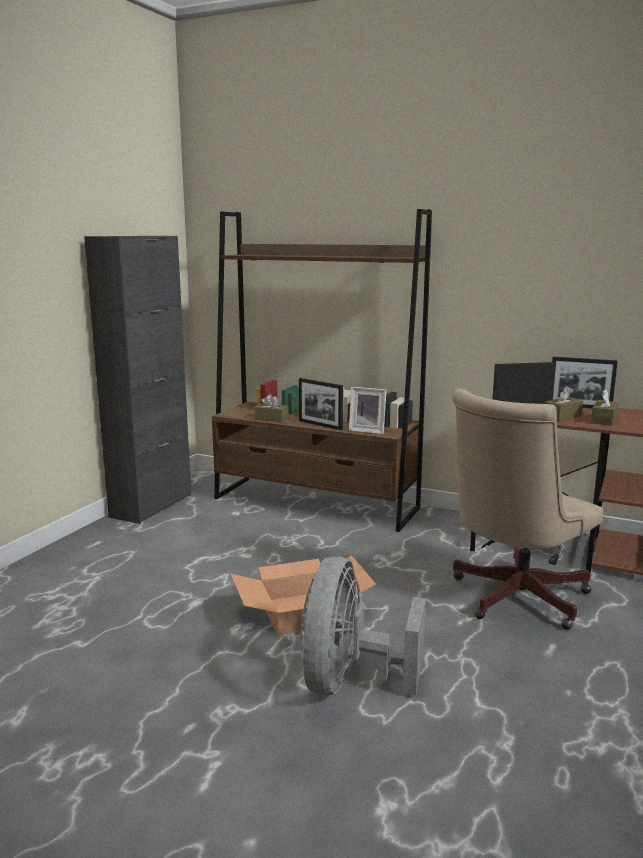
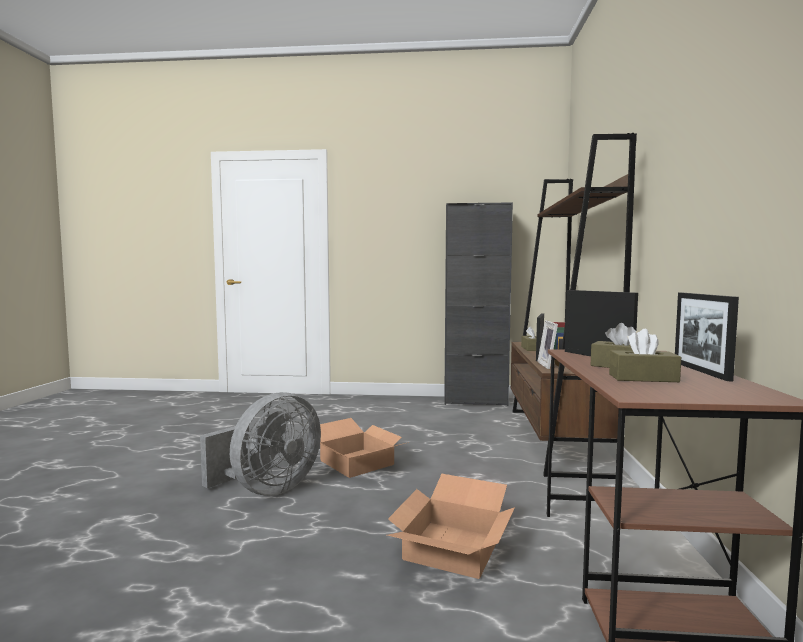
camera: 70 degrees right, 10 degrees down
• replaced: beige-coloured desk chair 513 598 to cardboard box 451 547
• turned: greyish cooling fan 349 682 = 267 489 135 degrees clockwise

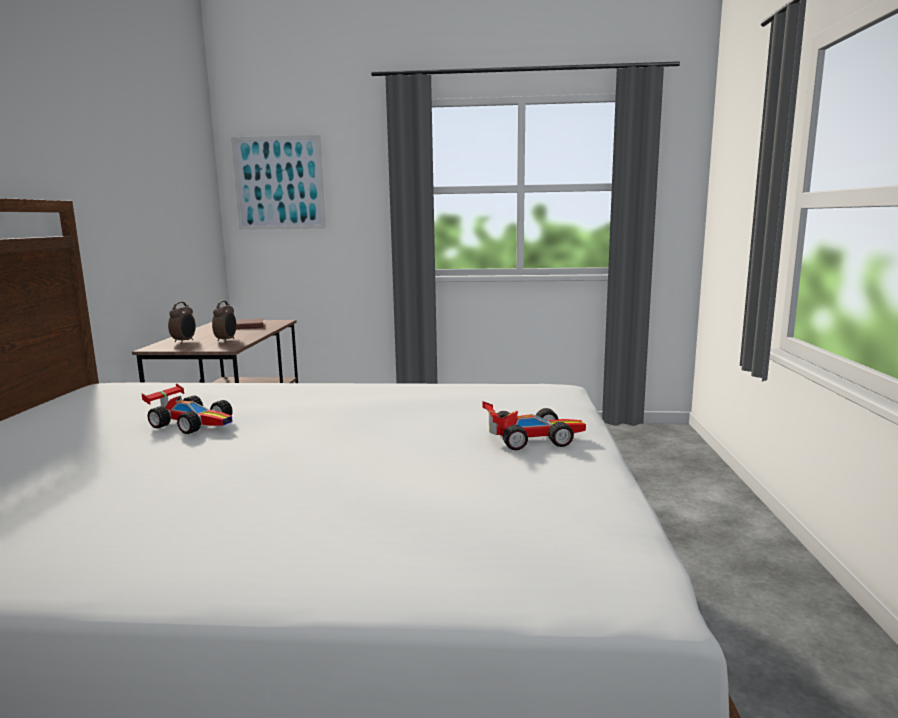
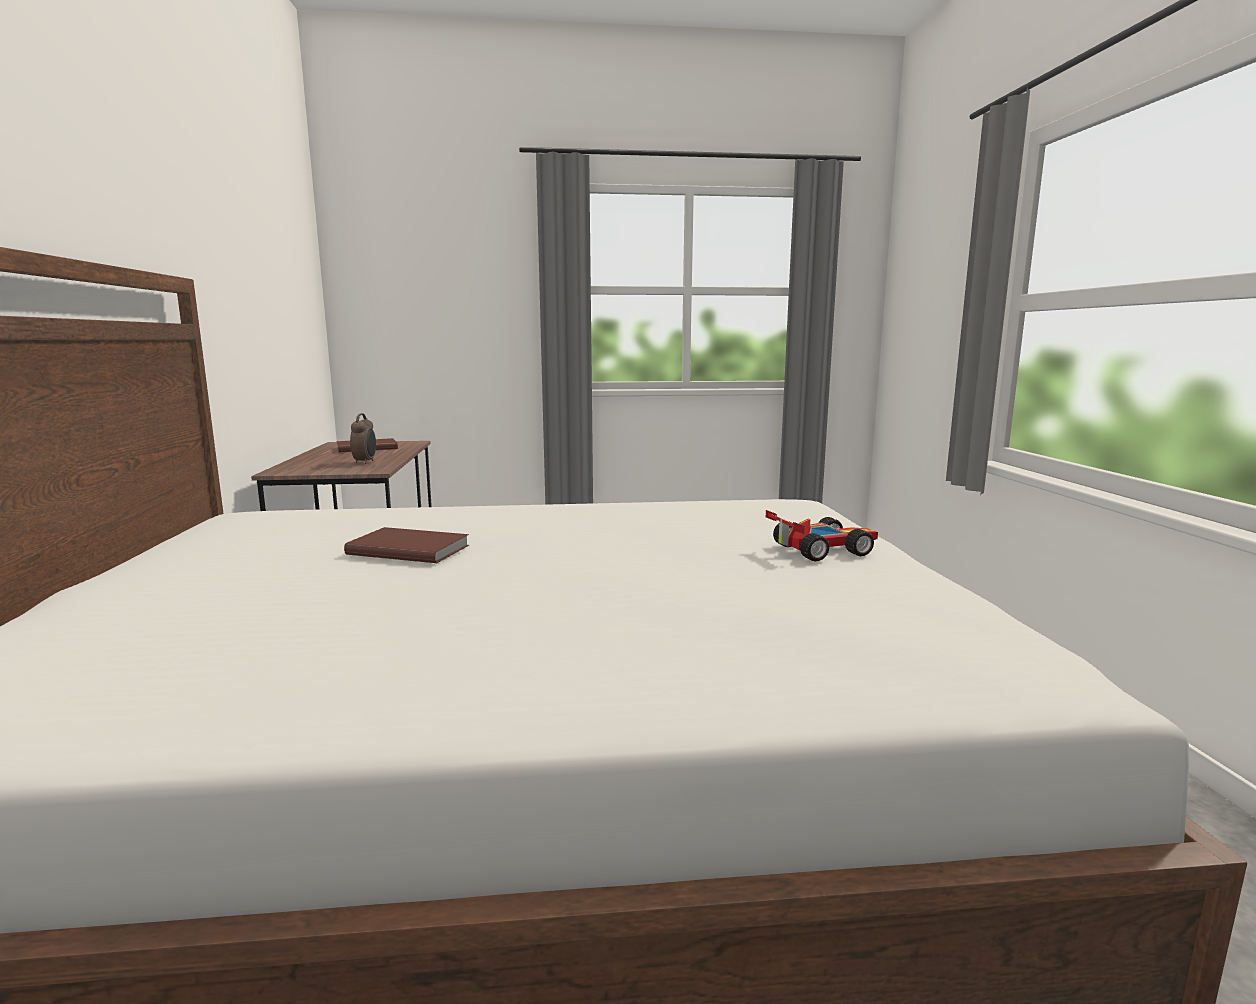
camera: 10 degrees left, 0 degrees up
• removed: table clock 184 341
• removed: picture 279 183
• replaced: toy car 193 423 to brownish book 408 549

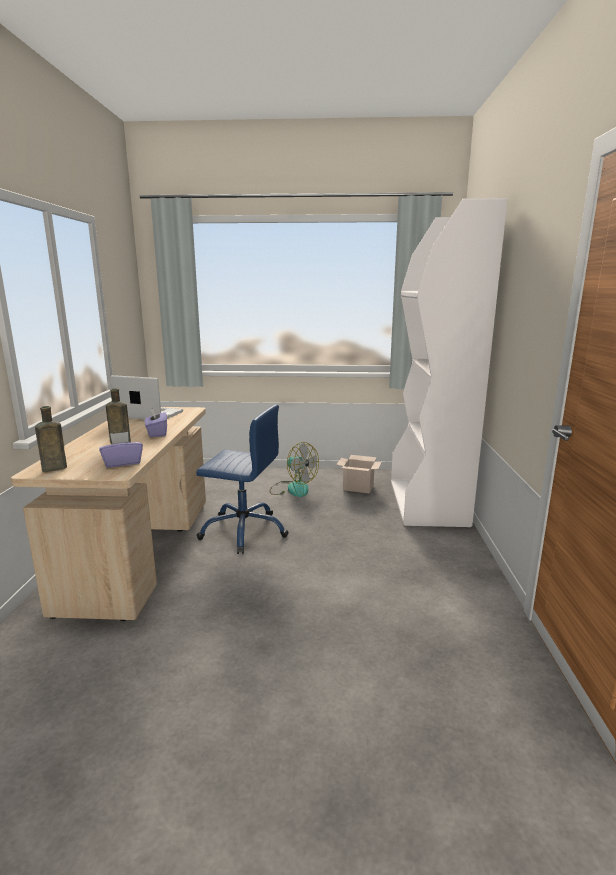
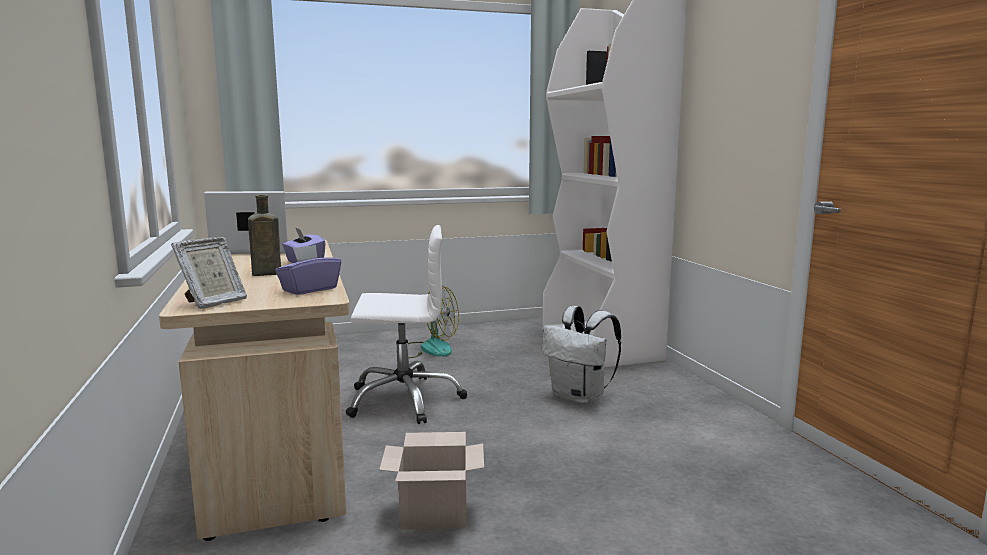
camera: 20 degrees left, 5 degrees down
• added: white-coloured backpack 580 397
• moved: cardboard box 359 487 to 436 512
• replaced: brownish beverage bottle 52 469 to photo frame 213 302
• recoloured: bluish desk chair 244 531 to white-coloured desk chair 404 399

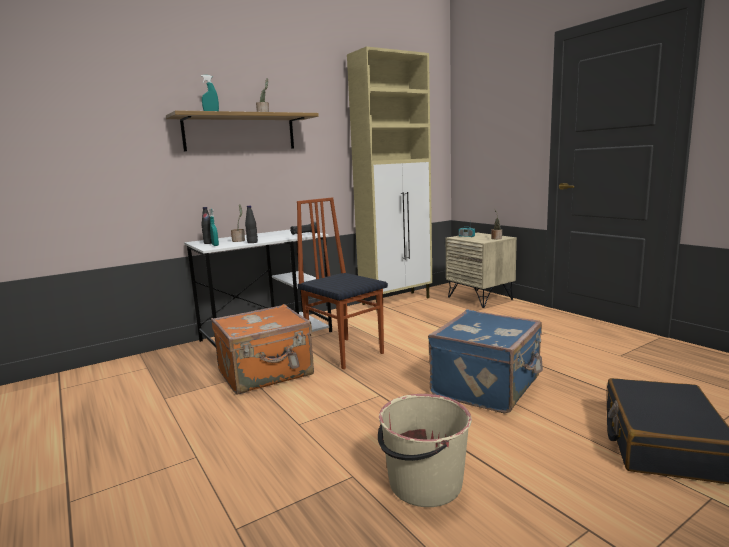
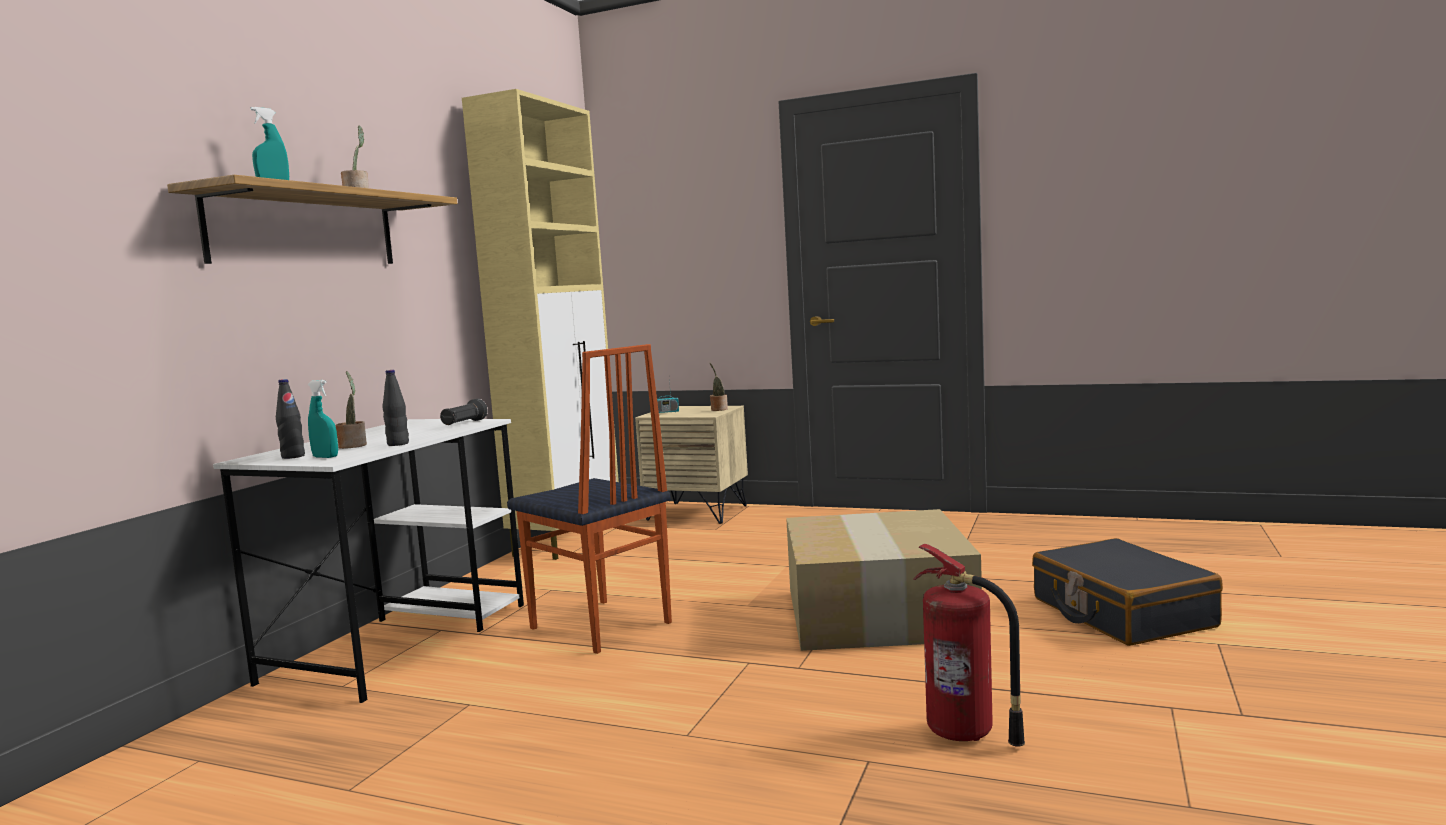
camera: 35 degrees left, 5 degrees down
• removed: orange suitcase 266 373
• replaced: beige-coloured water bucket 424 484 to fire extinguisher 964 733
• replaced: bluish suitcase 488 387 to cardboard box 874 612
• turned: plain chair 345 352 = 599 626 150 degrees counterclockwise

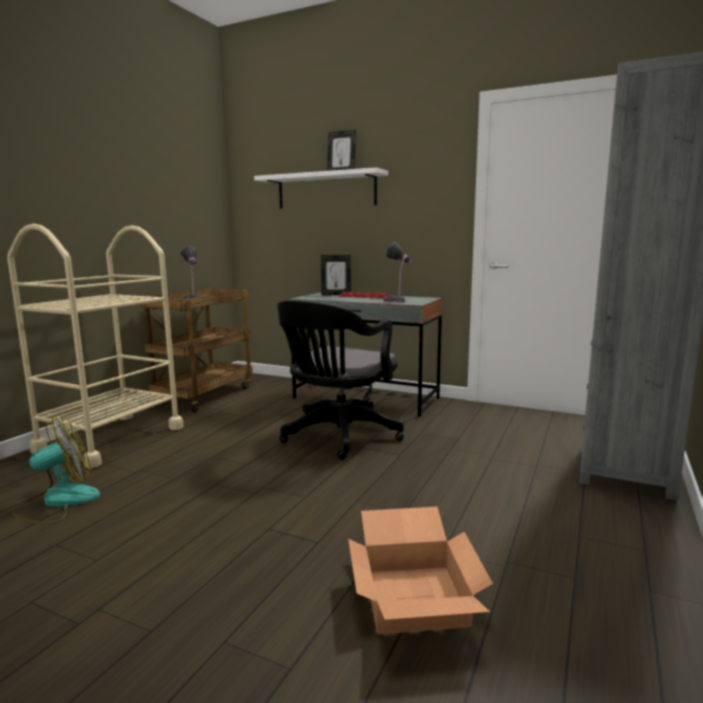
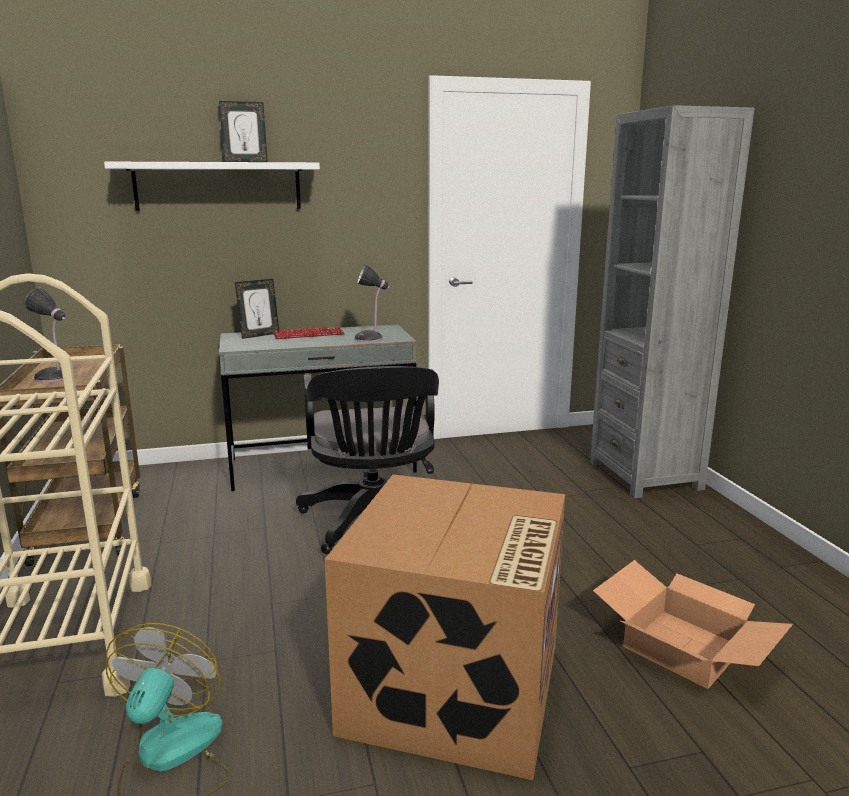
camera: 40 degrees left, 5 degrees up
• added: cardboard box 455 690

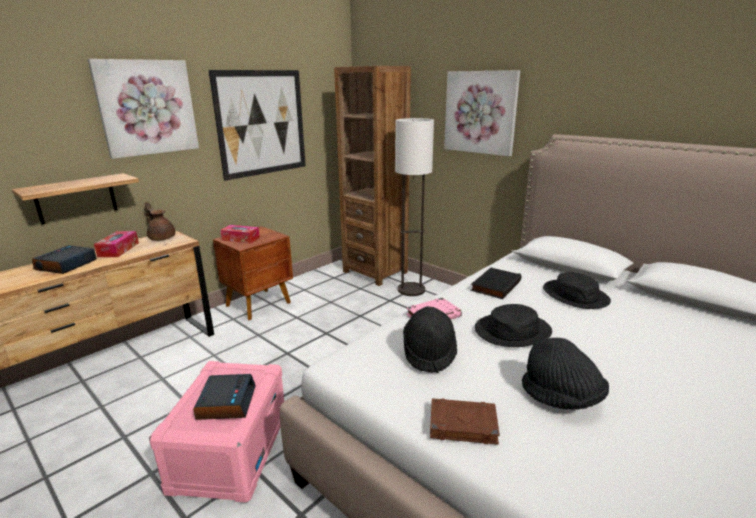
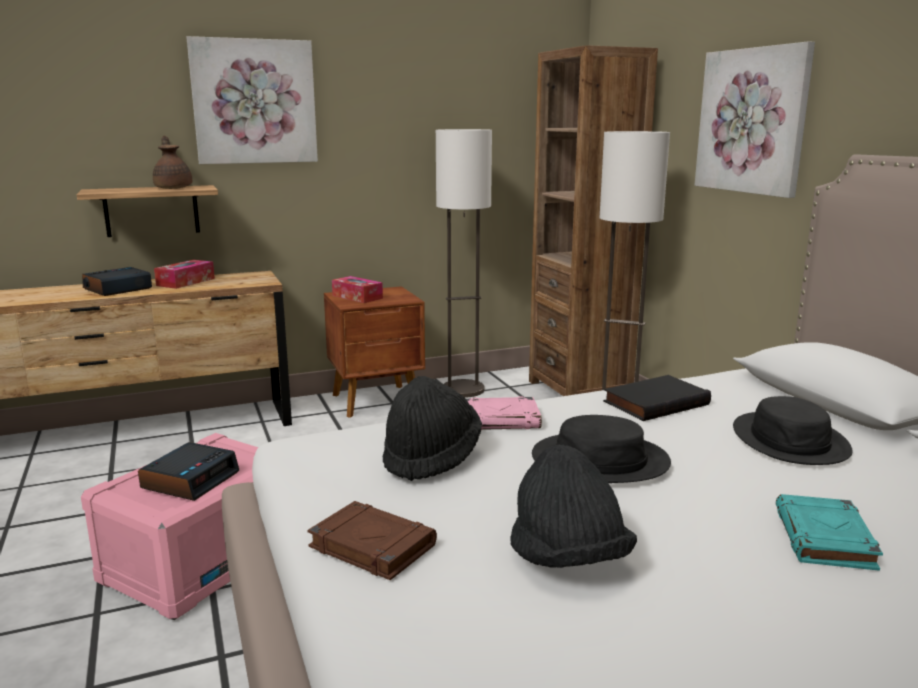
camera: 25 degrees right, 5 degrees down
• removed: picture 262 123
• added: floor lamp 463 390
• added: blue-green book 825 539
• moved: brownish teapot 162 238 to 174 188

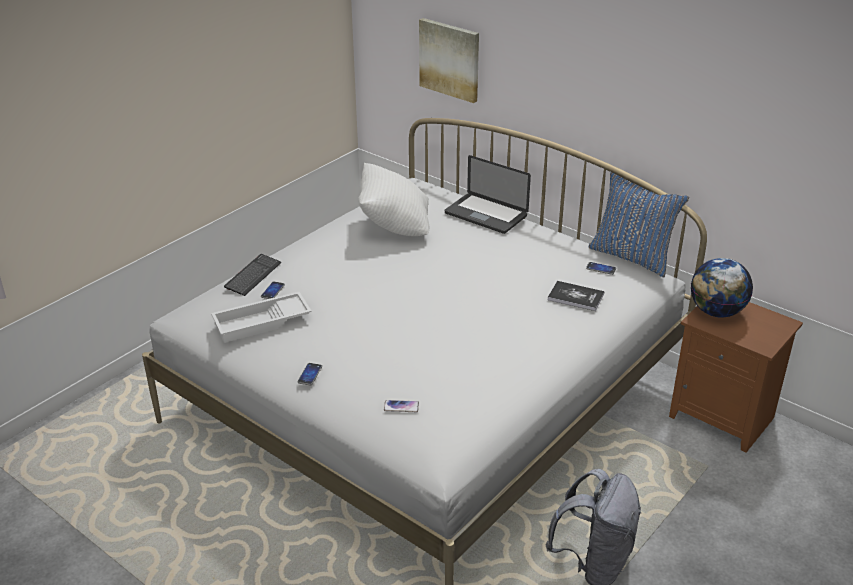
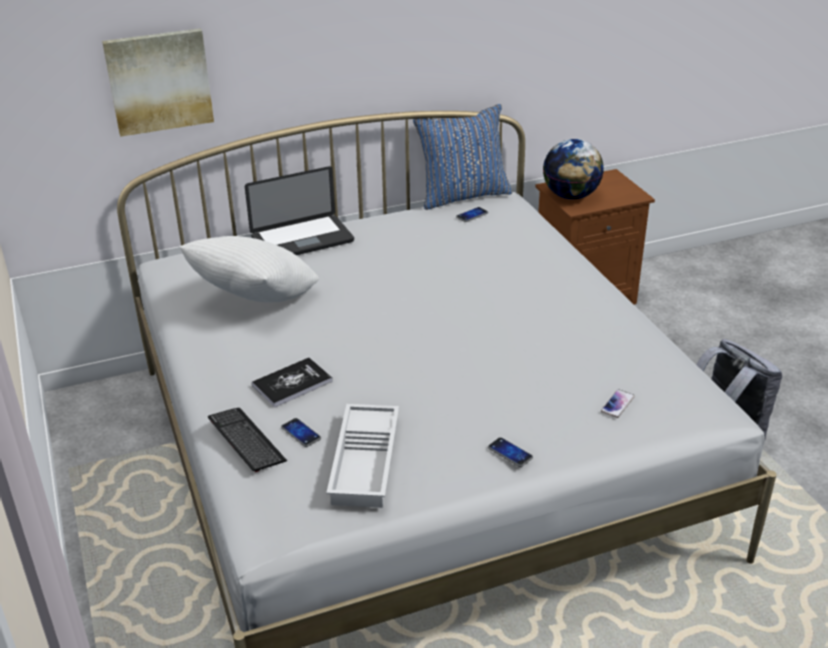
camera: 60 degrees left, 0 degrees up
• moved: book 575 297 to 292 383

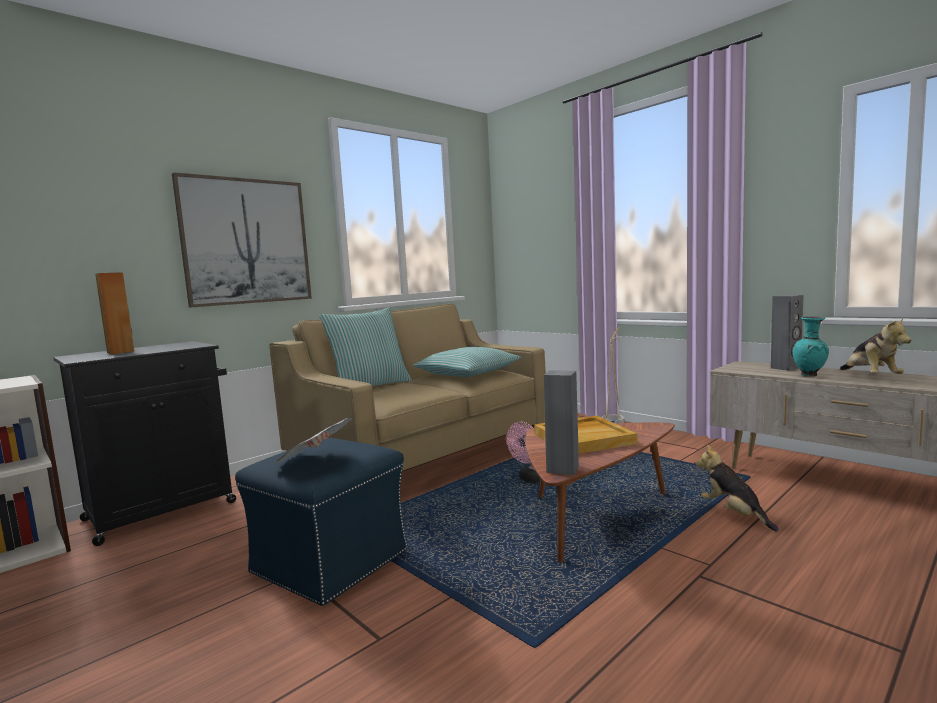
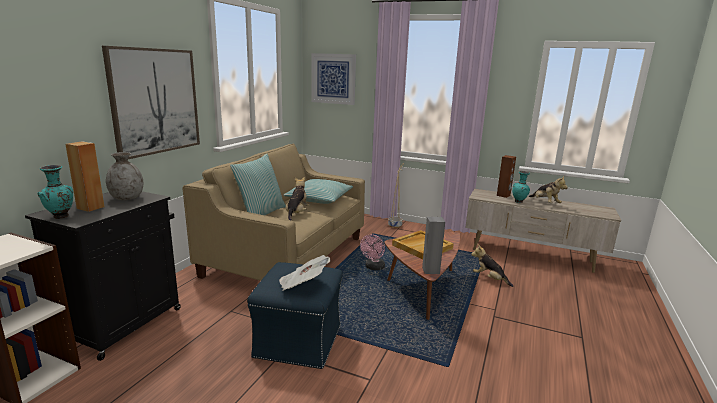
camera: 25 degrees left, 10 degrees up
• added: blue-green vase 60 217
• added: greyish vase 127 198
• added: cuddly toy 297 214
• added: picture 333 79
• recoloured: greyish loudspeaker 786 368 to brownish loudspeaker 503 195

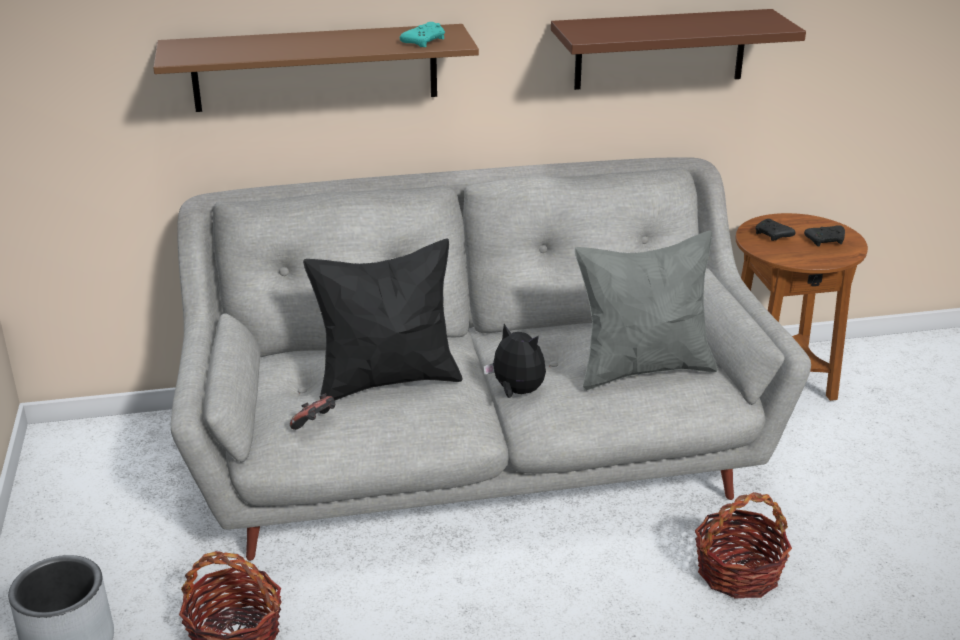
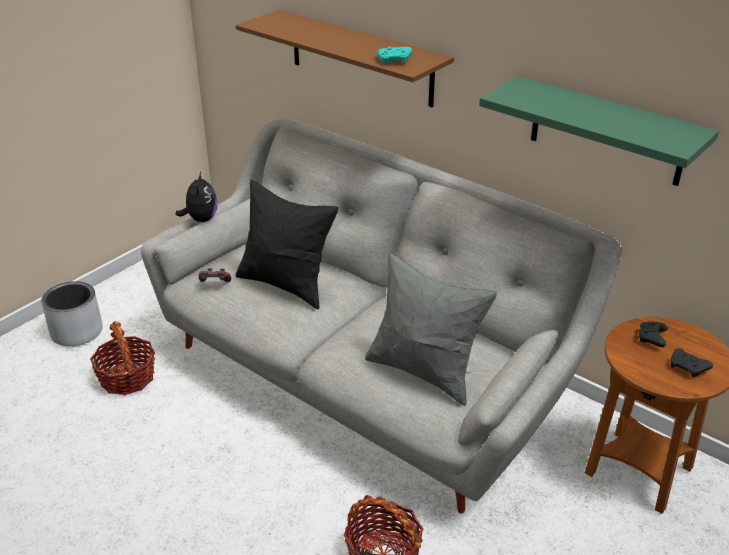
camera: 50 degrees right, 5 degrees up
• moved: cuddly toy 516 392 to 201 219
• recoloured: brownish shelf 660 49 to green shelf 606 131

